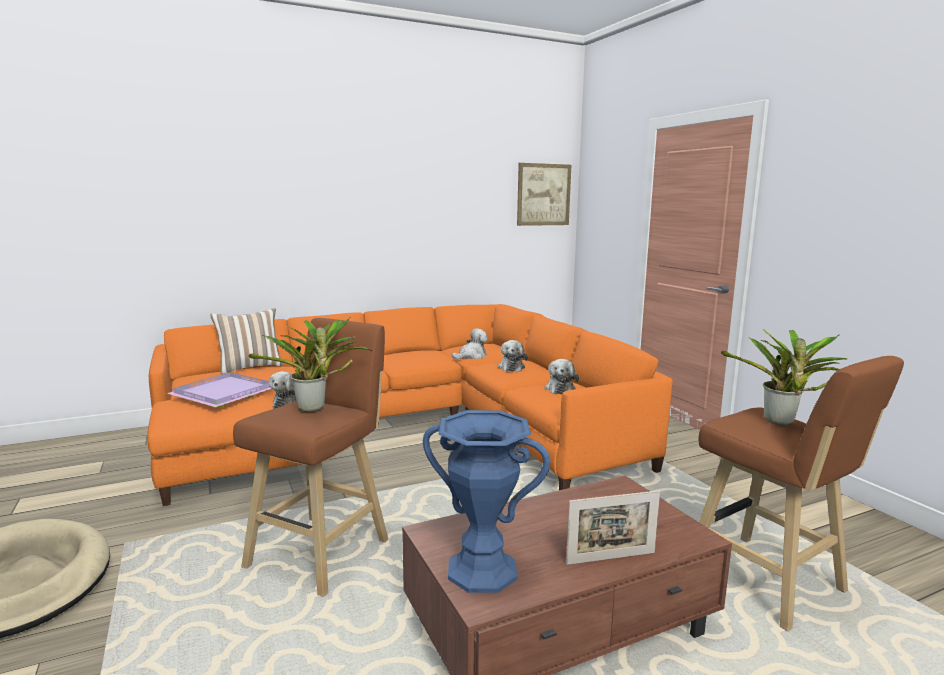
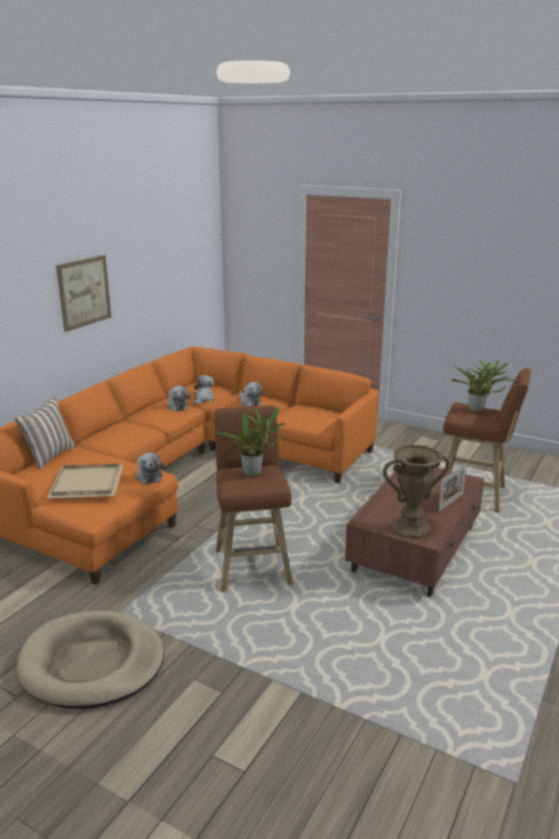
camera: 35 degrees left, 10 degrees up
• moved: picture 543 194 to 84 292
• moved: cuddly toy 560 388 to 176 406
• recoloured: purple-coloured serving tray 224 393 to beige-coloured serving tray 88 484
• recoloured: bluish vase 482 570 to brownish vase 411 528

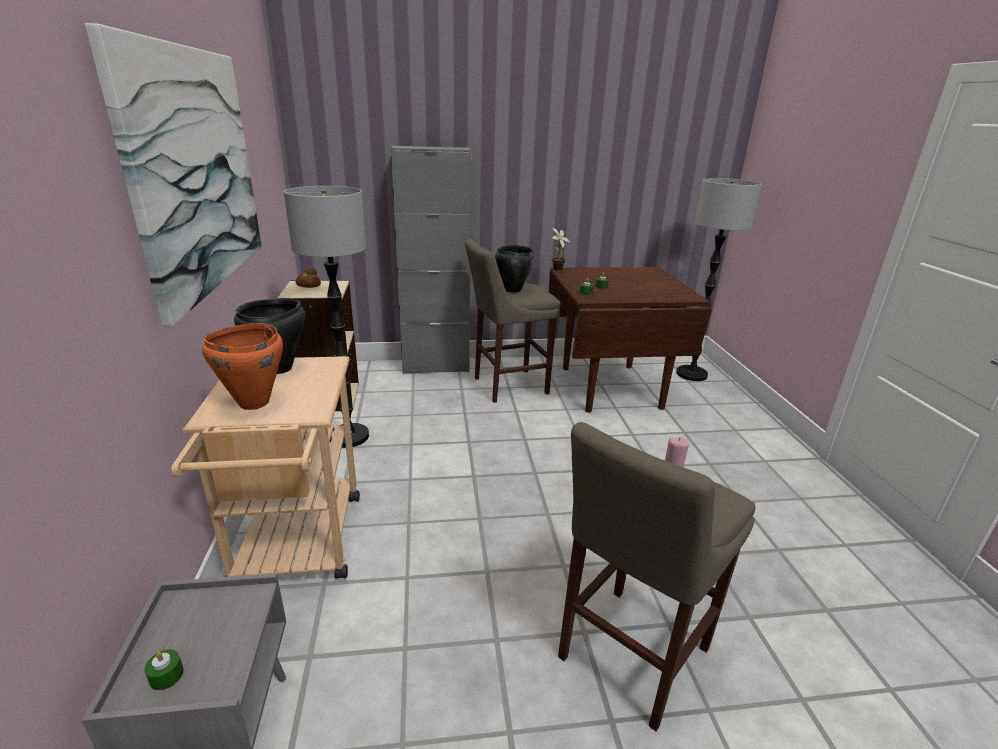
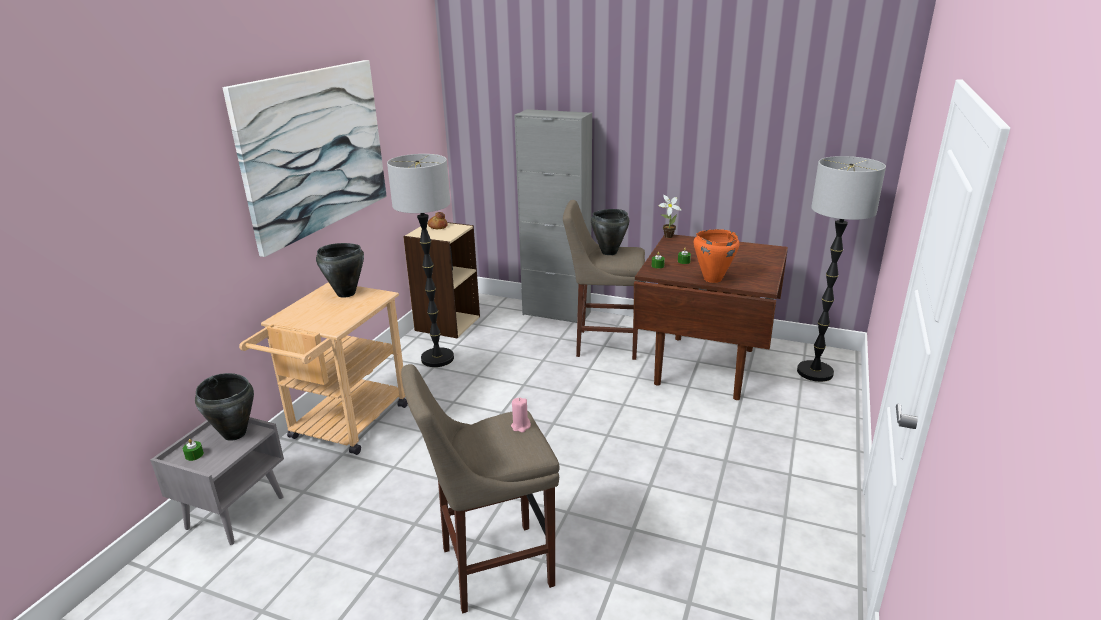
camera: 30 degrees right, 0 degrees up
• added: blackish saucepot 235 434
• moved: orange saucepot 253 403 to 712 279

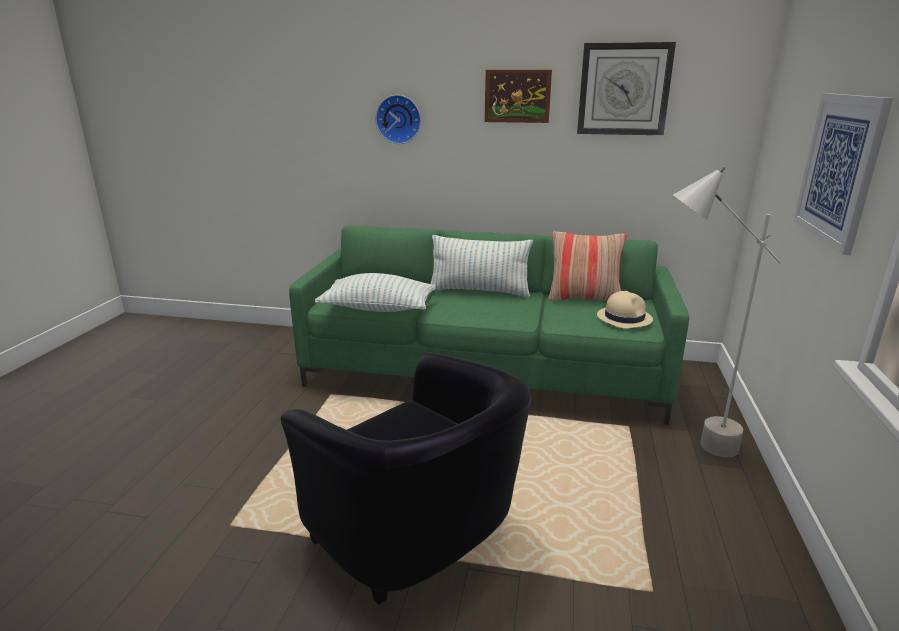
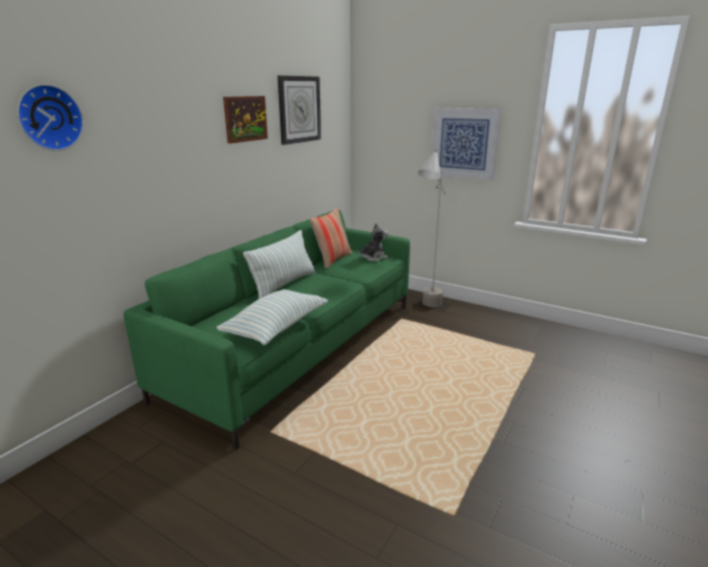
camera: 70 degrees left, 0 degrees up
• removed: blackish easy chair 419 539
• moved: clock on the wall 399 119 to 49 117
• replaced: beige-coloured hat 624 318 to cuddly toy 373 257

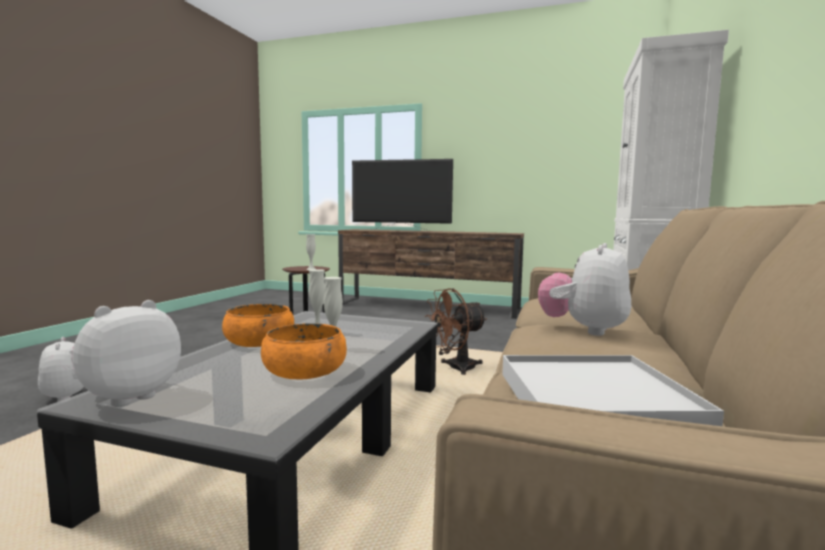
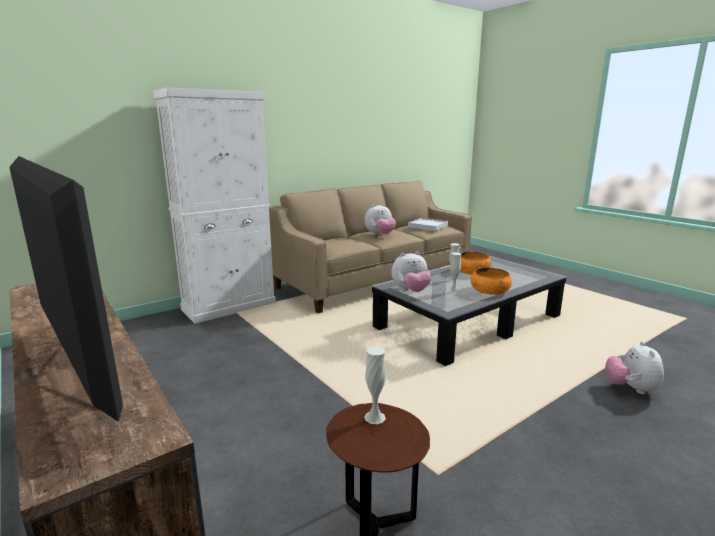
camera: 145 degrees left, 10 degrees up
• removed: brownish cooling fan 455 368
• moved: cuddly toy 127 396 to 411 291

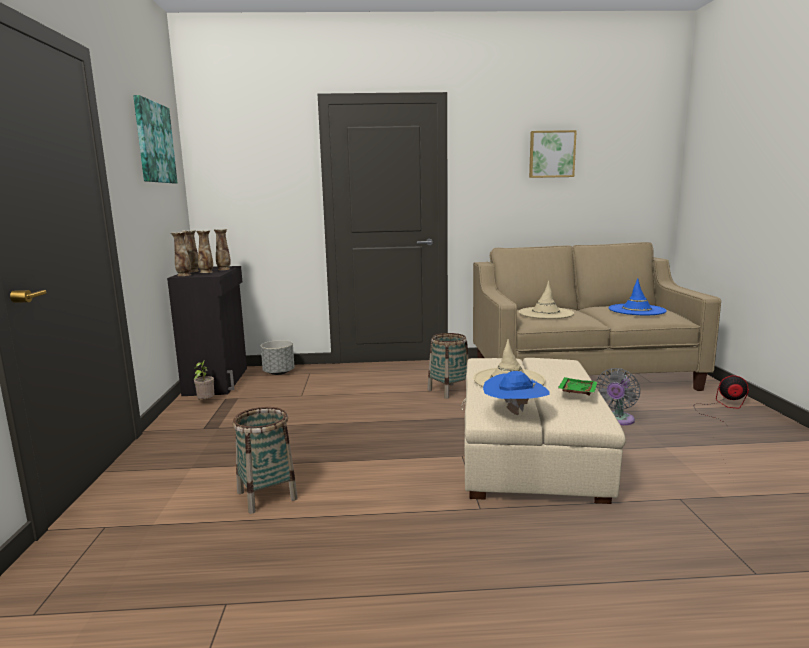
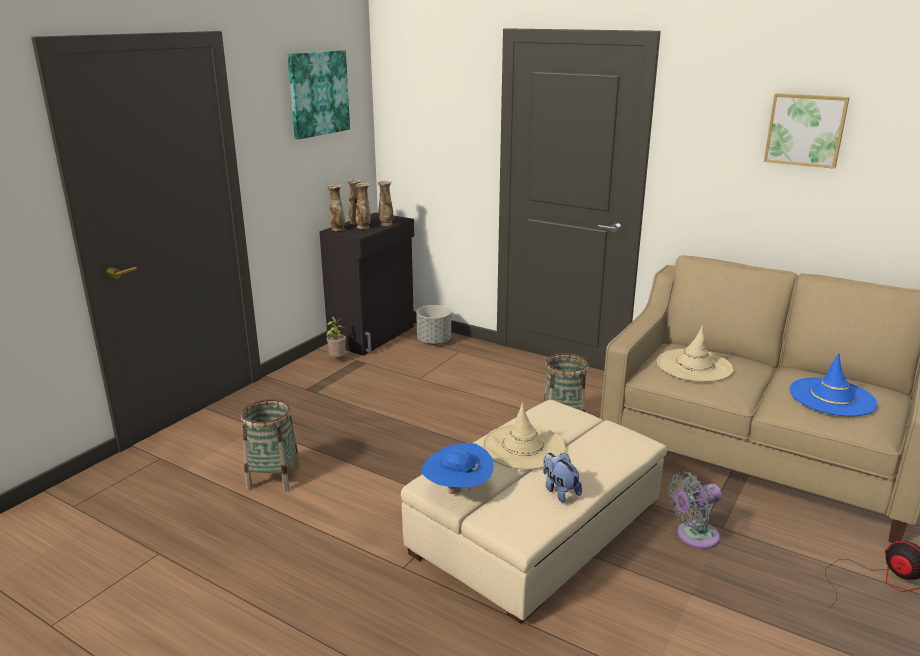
camera: 35 degrees right, 10 degrees up
• replaced: green serving tray 576 392 to cuddly toy 559 491

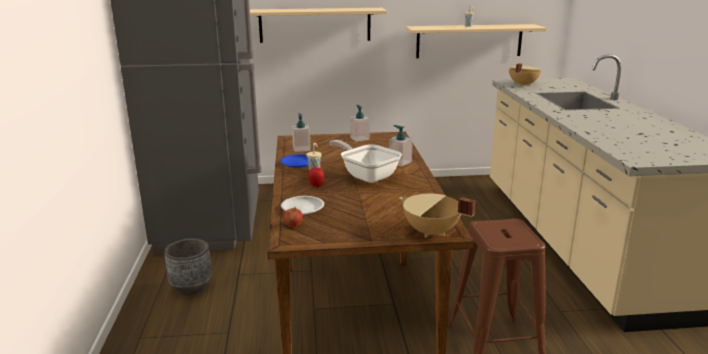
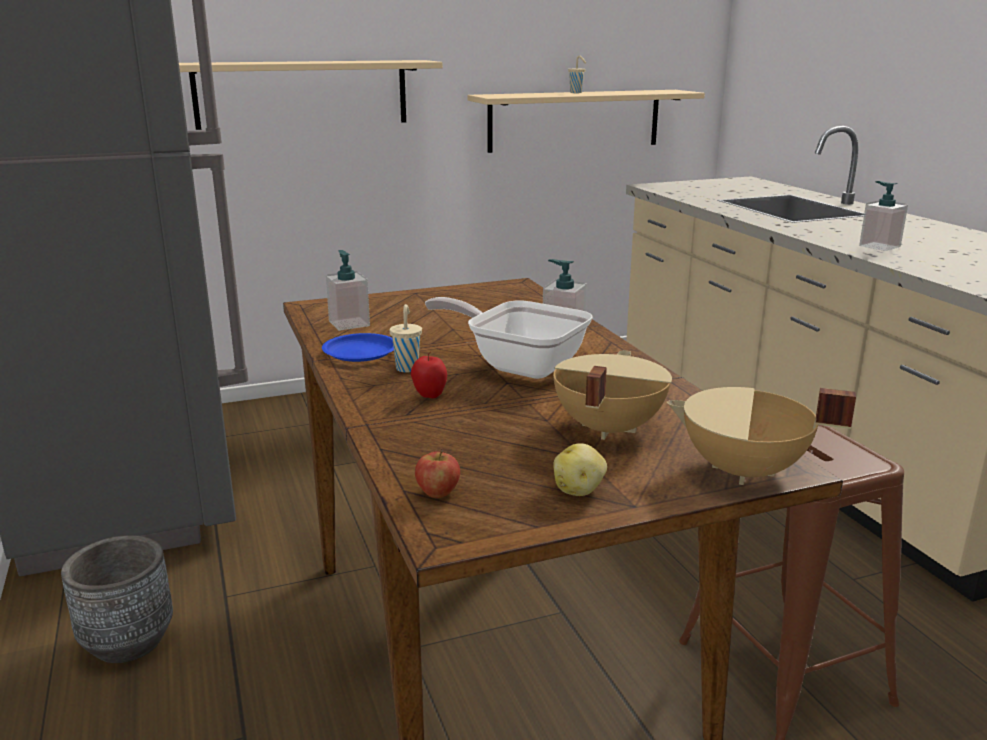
camera: 15 degrees left, 0 degrees up
• removed: white-coloured dinner plate 303 208
• added: spud 579 490
• moved: liquid soap bottle 359 138 to 879 246
• moved: beige-coloured saucepot 522 84 to 606 428

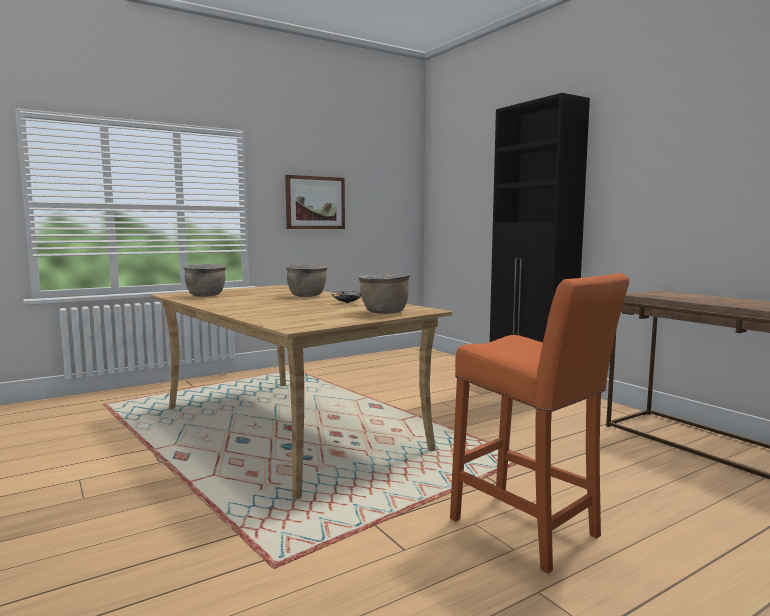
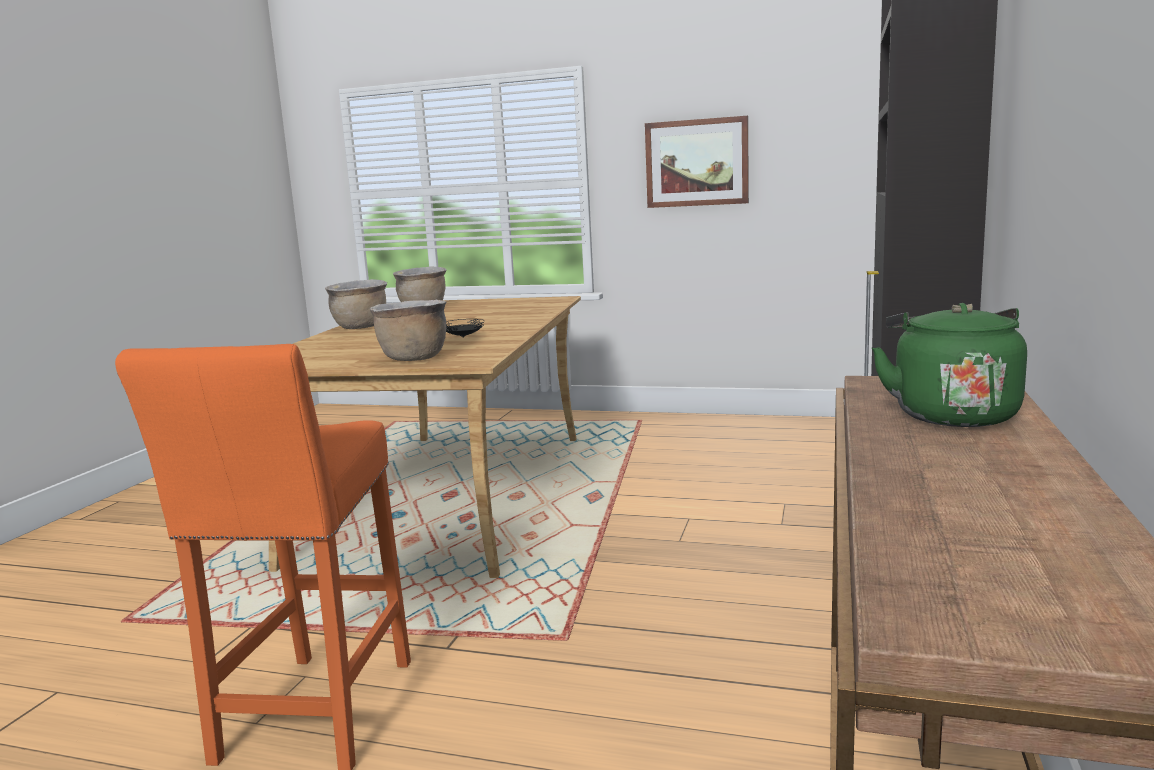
camera: 50 degrees right, 5 degrees up
• added: green water kettle 951 414
• moved: brownish saucepot 307 296 to 361 327

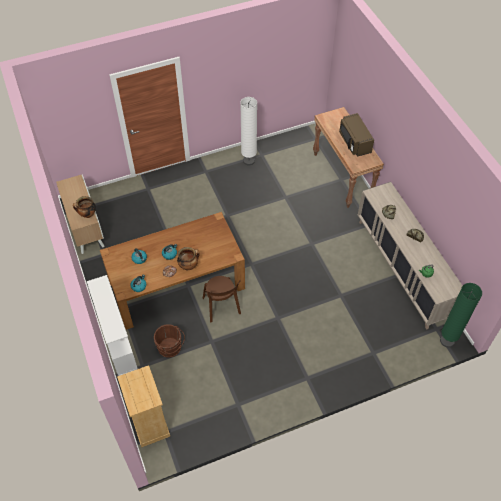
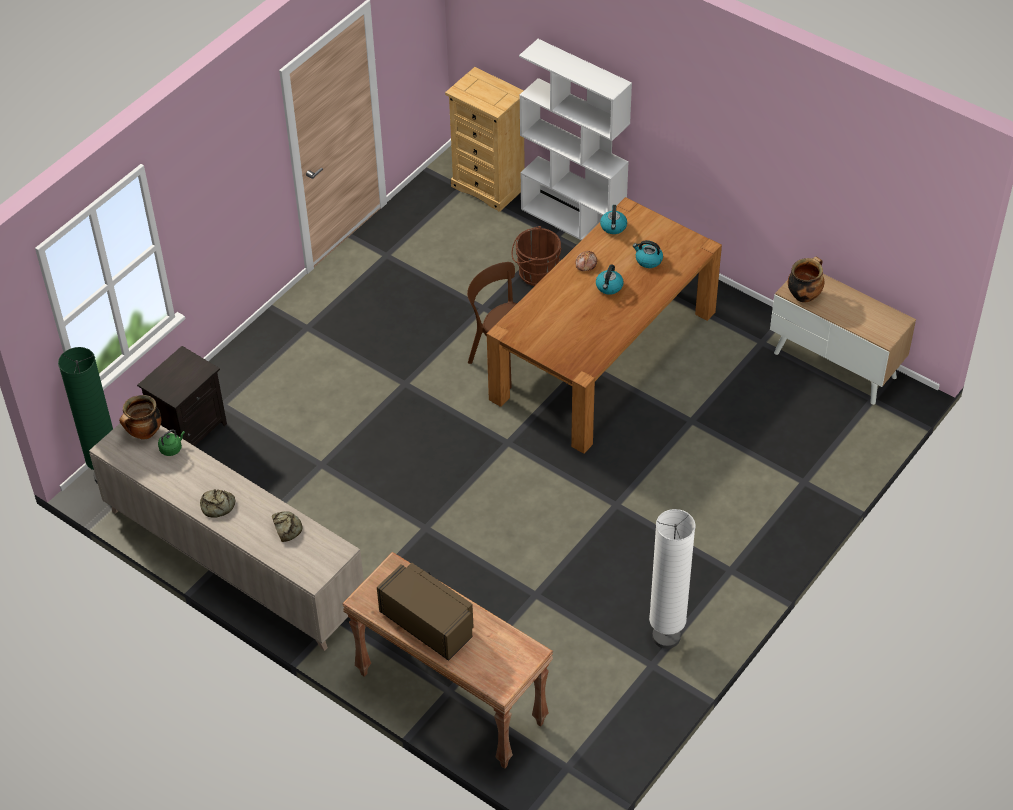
camera: 150 degrees right, 5 degrees down
• added: blackish nightstand 190 430
• moved: saucepot 189 265 to 144 433

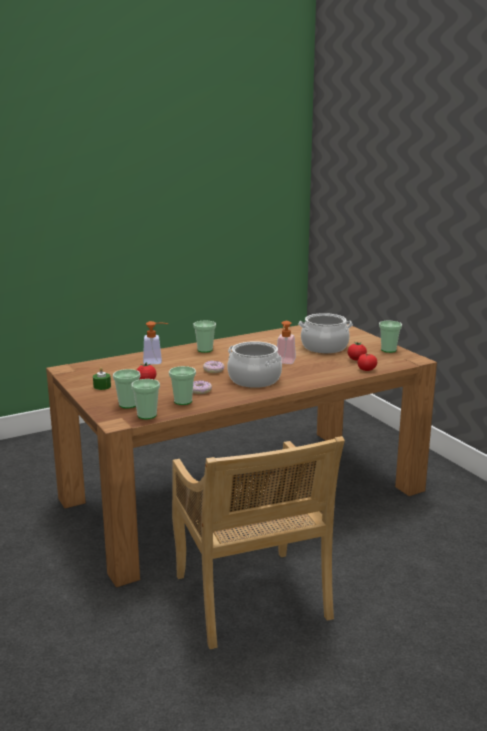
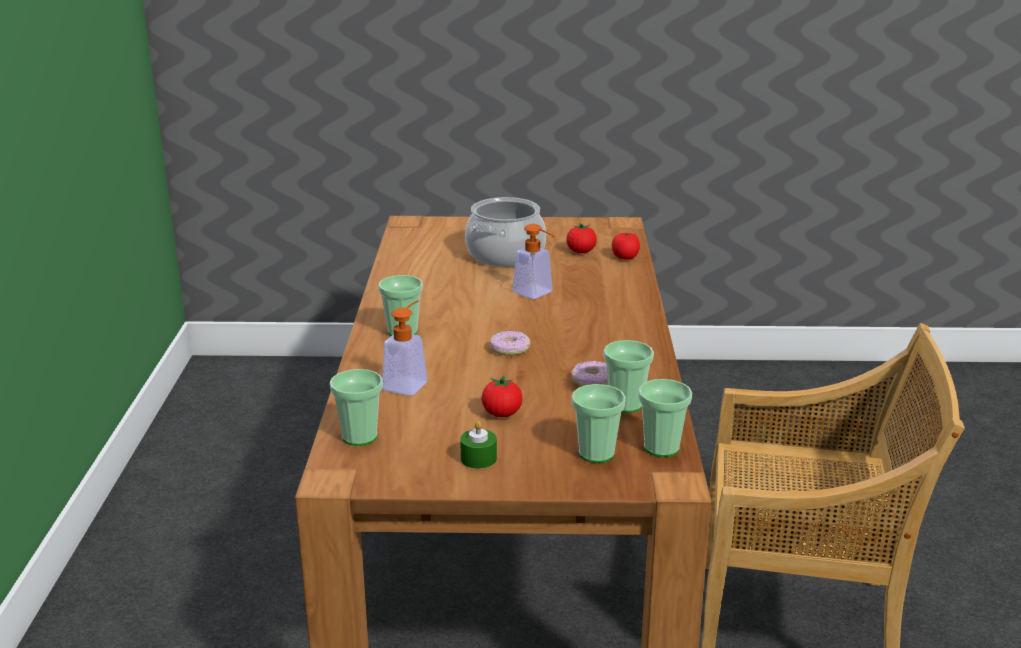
camera: 60 degrees left, 5 degrees up
• removed: saucepot 254 380
• moved: small cup 388 350 to 359 437

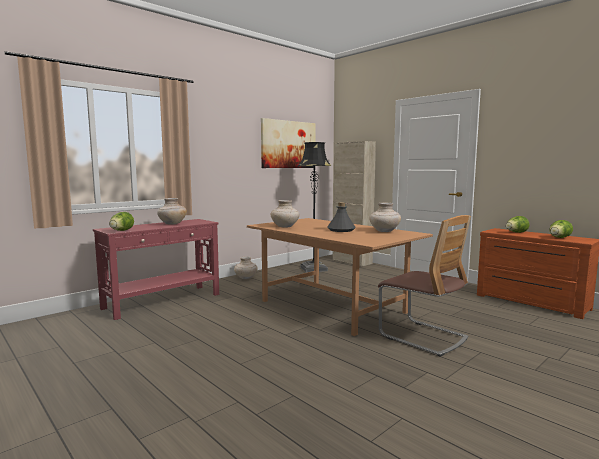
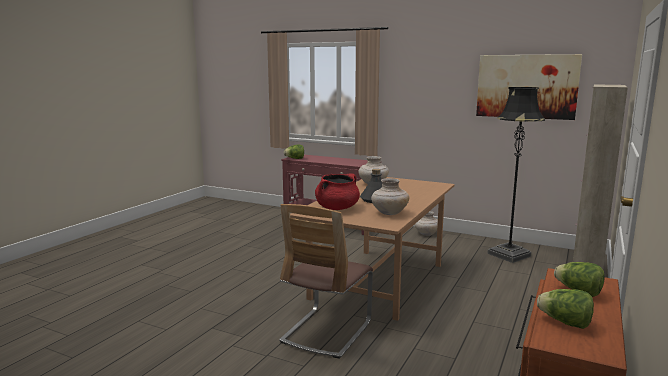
camera: 70 degrees right, 5 degrees up
• removed: beige-coloured vase 172 224
• added: reddish saucepot 337 208

